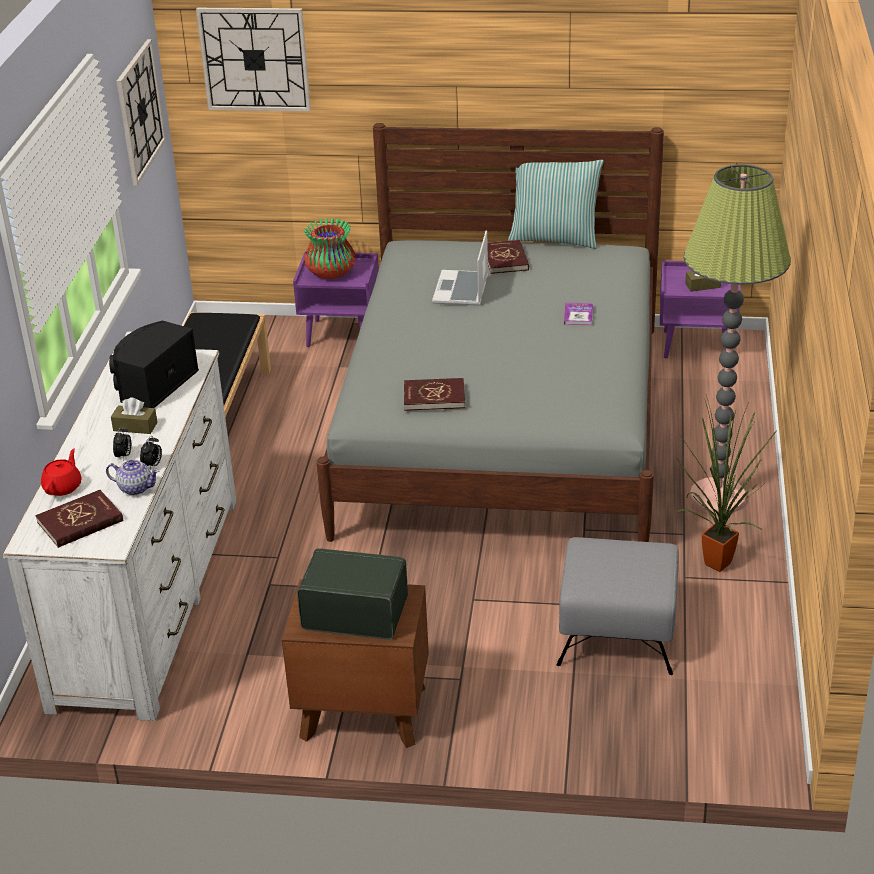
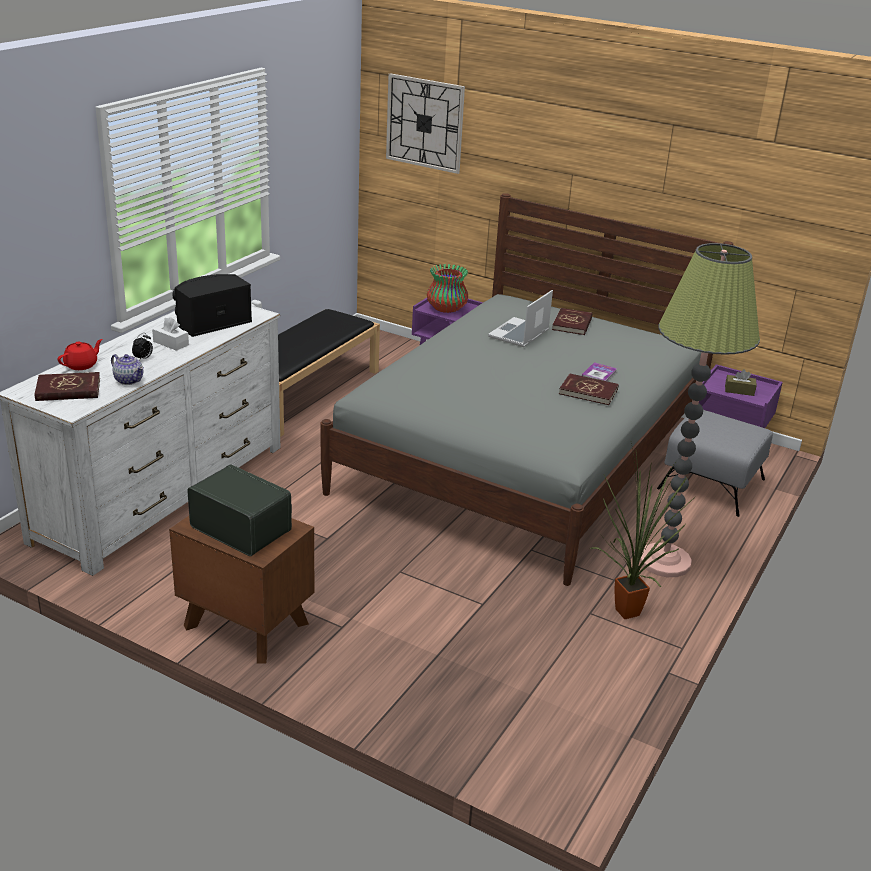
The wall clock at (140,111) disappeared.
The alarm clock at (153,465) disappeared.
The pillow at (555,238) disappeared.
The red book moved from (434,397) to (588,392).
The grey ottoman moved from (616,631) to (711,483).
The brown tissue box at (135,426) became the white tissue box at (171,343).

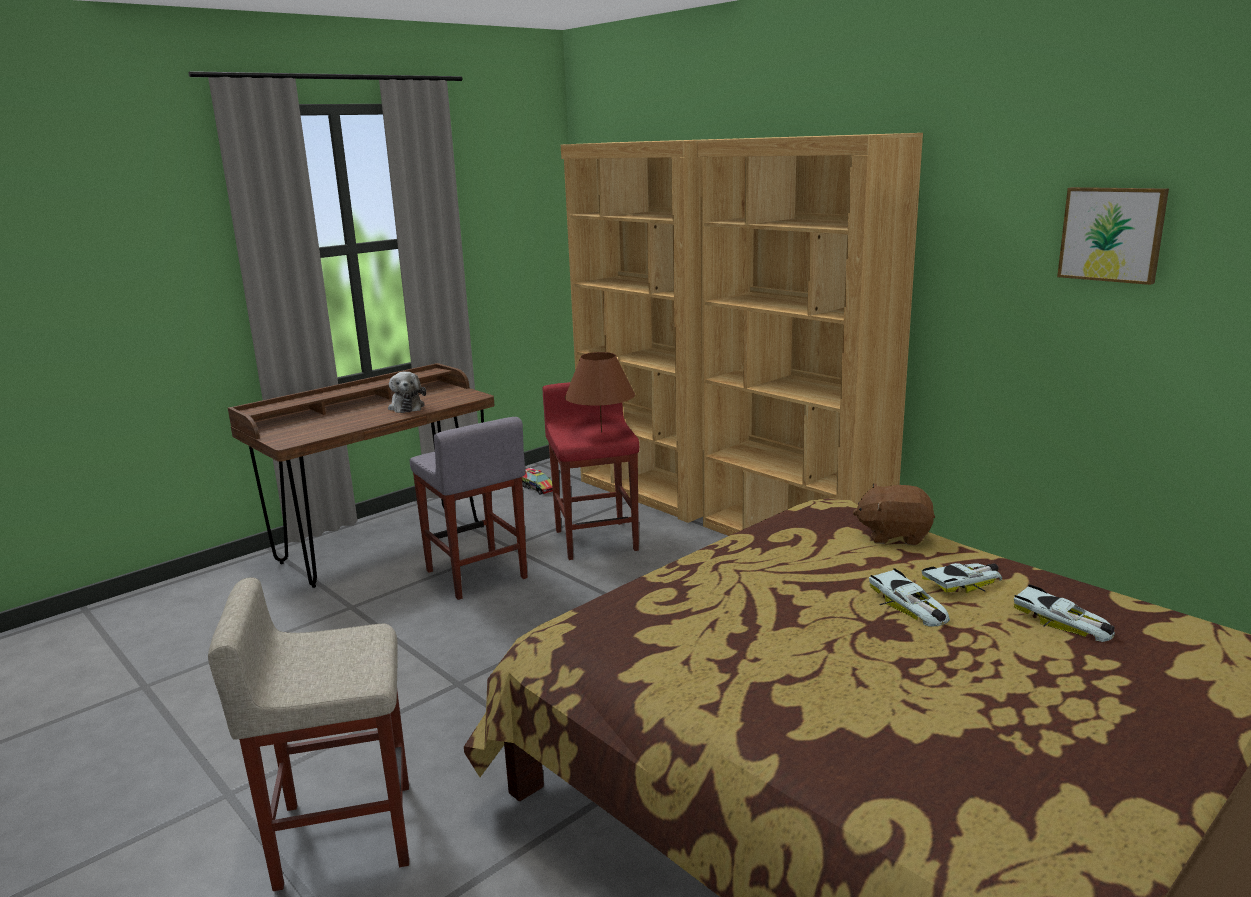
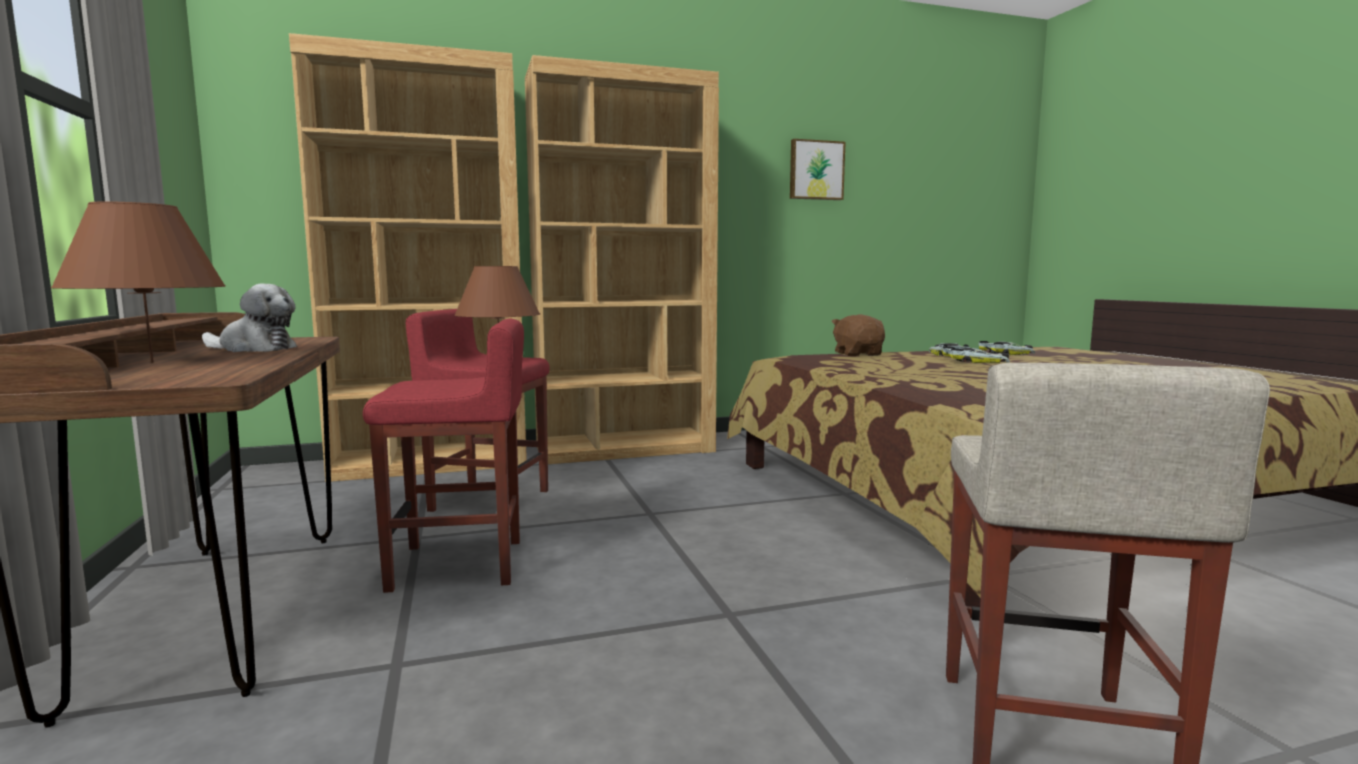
The toy truck at (537,488) disappeared.
The brown table lamp at (152,362) appeared.
The grey stool at (476,575) became the red stool at (460,565).
The brown plush toy at (894,535) turned 135 degrees clockwise.

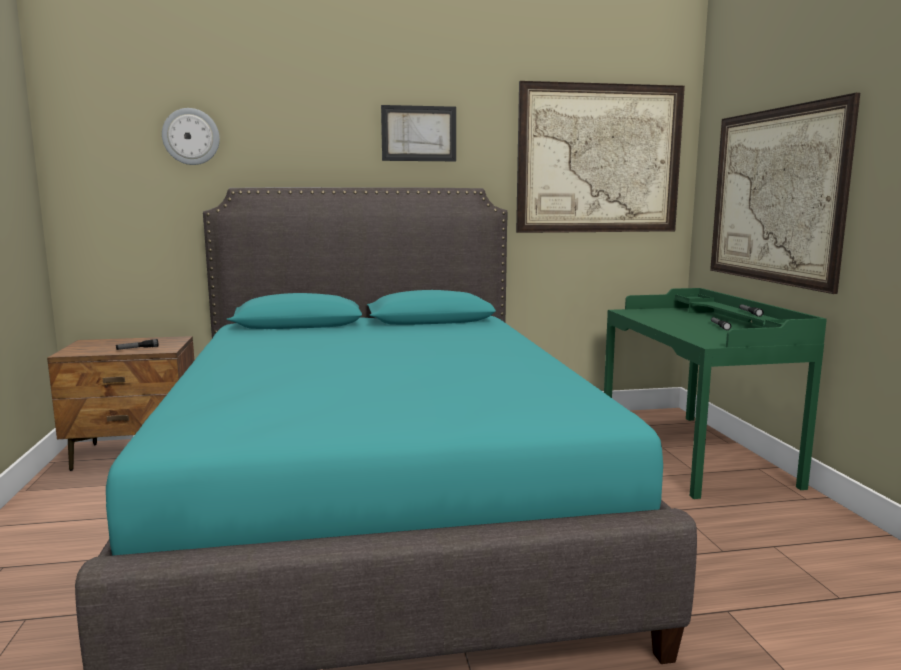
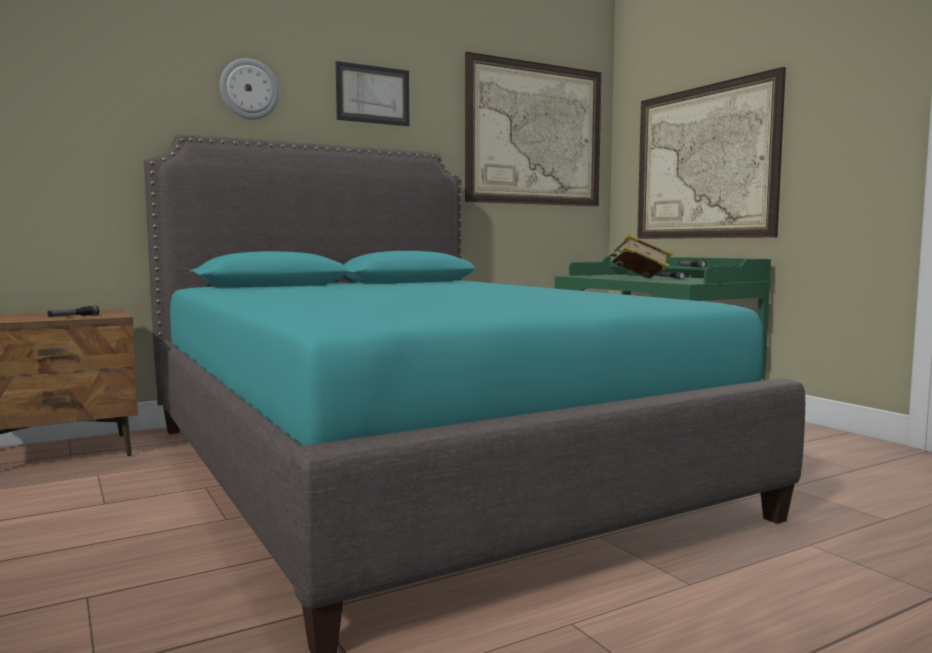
The book at (638,279) appeared.
The wall clock moved from (191,136) to (249,89).

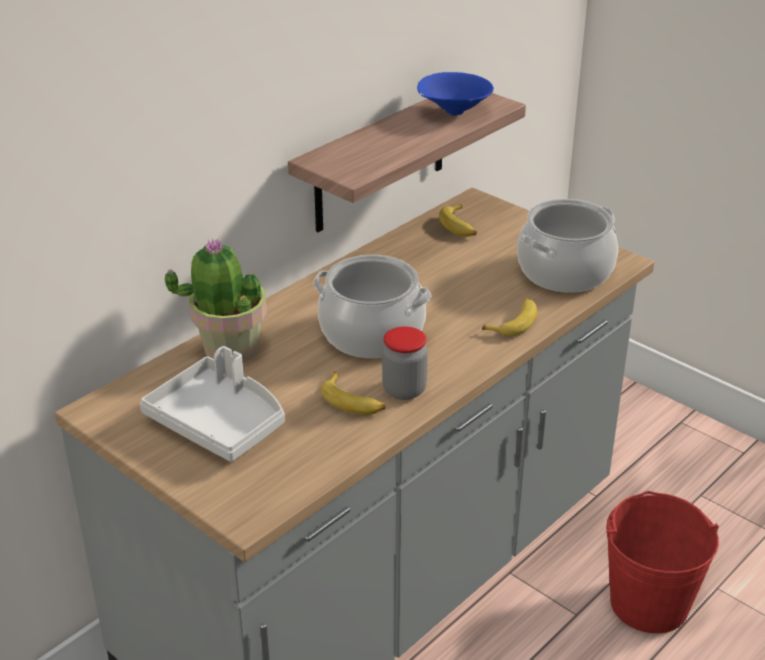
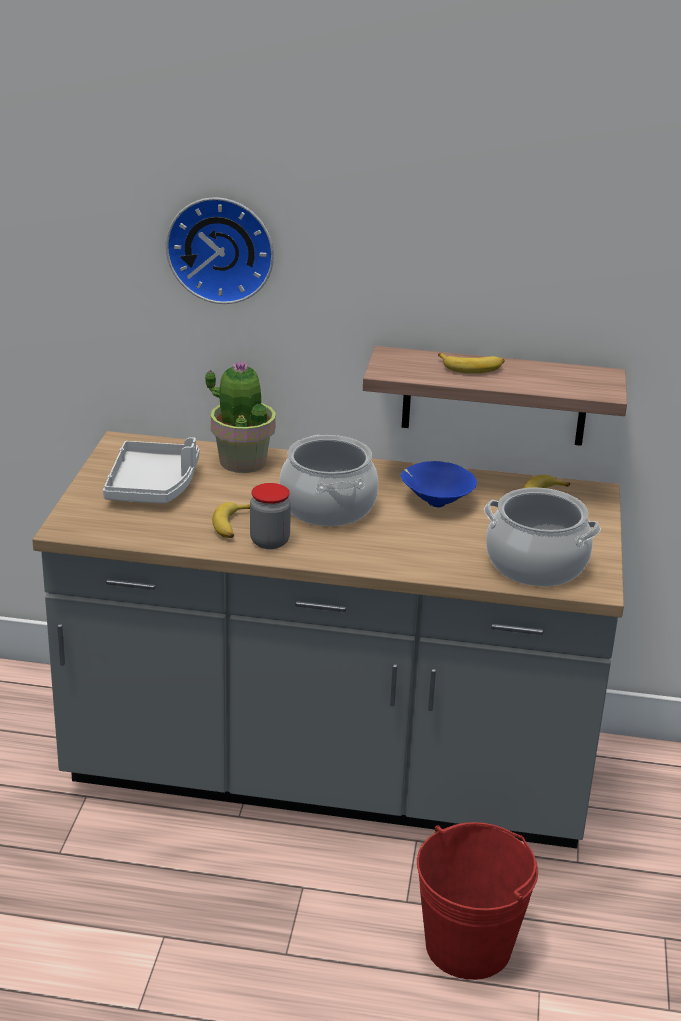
The wall clock at (221,248) appeared.
The blue bowl moved from (452,112) to (435,503).
The banana moved from (514,322) to (472,367).

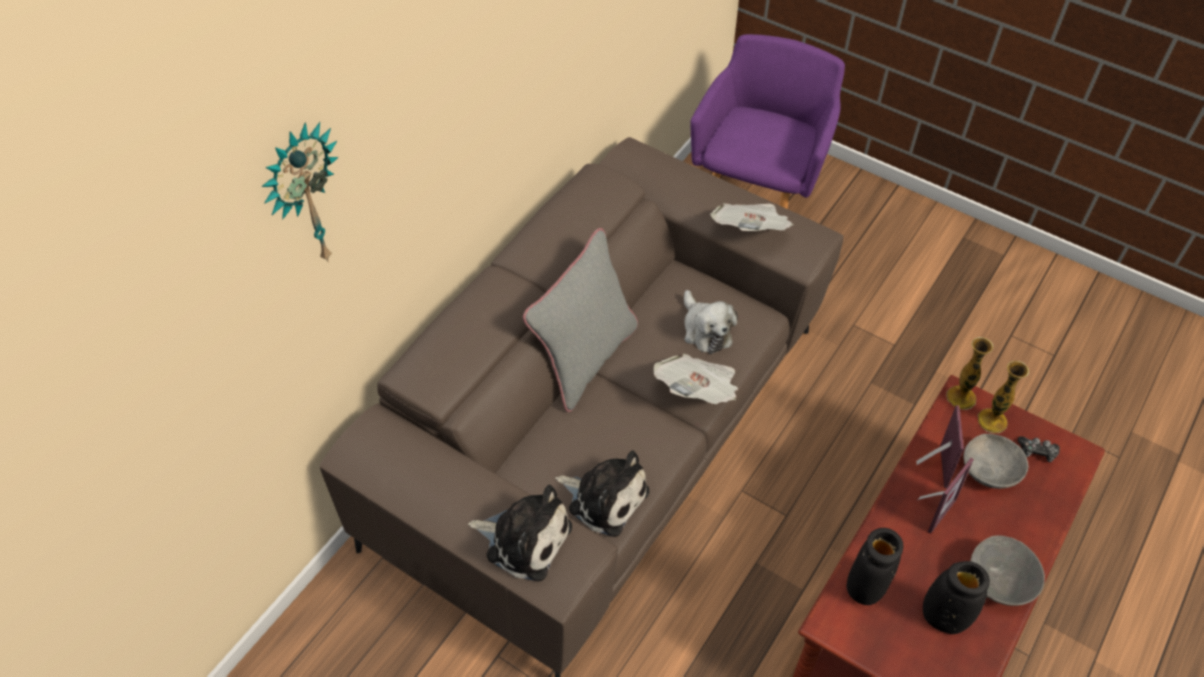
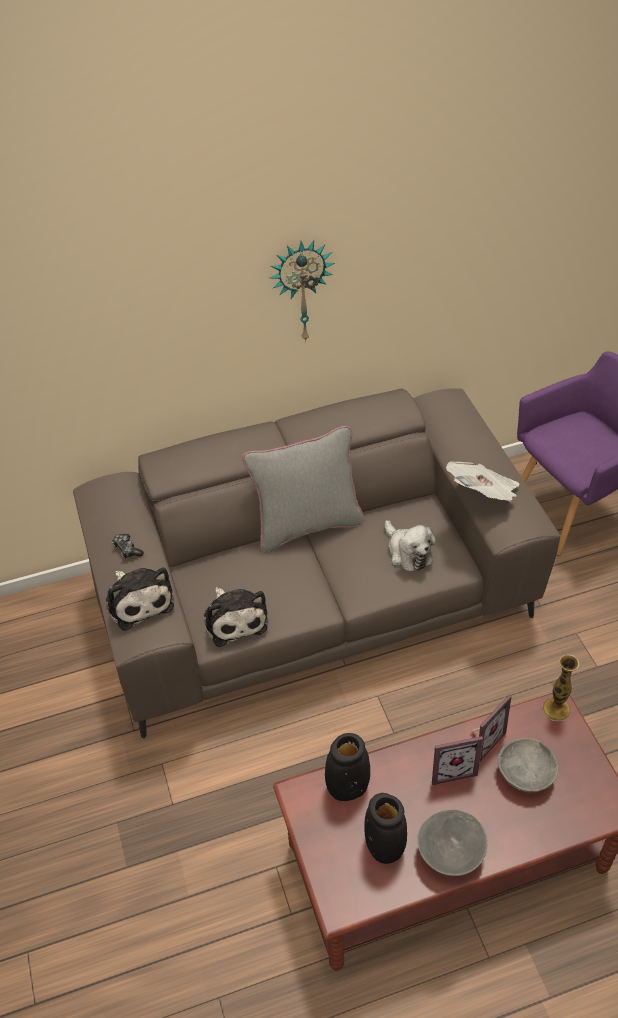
The newspaper at (698,391) disappeared.
The vase at (992,420) disappeared.
The wall clock moved from (304,197) to (301,290).
The game controller moved from (1037,452) to (127,549).
The plush toy at (705,330) turned 45 degrees counterclockwise.

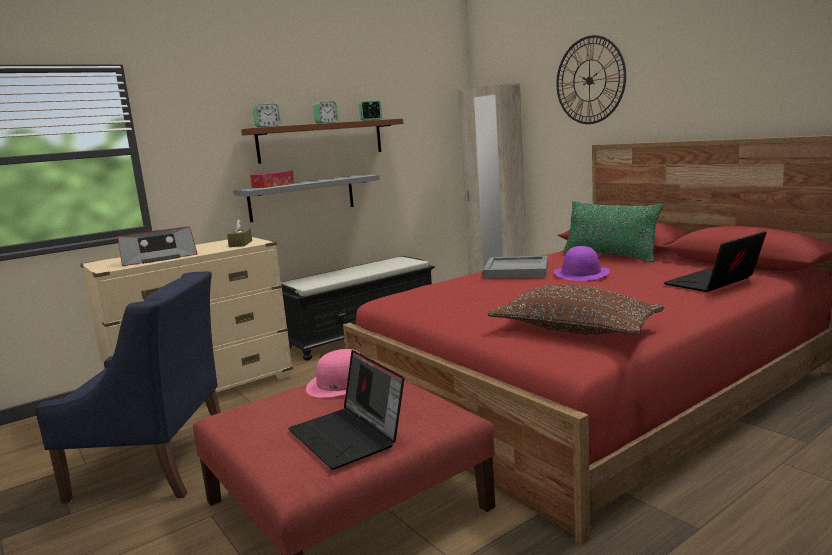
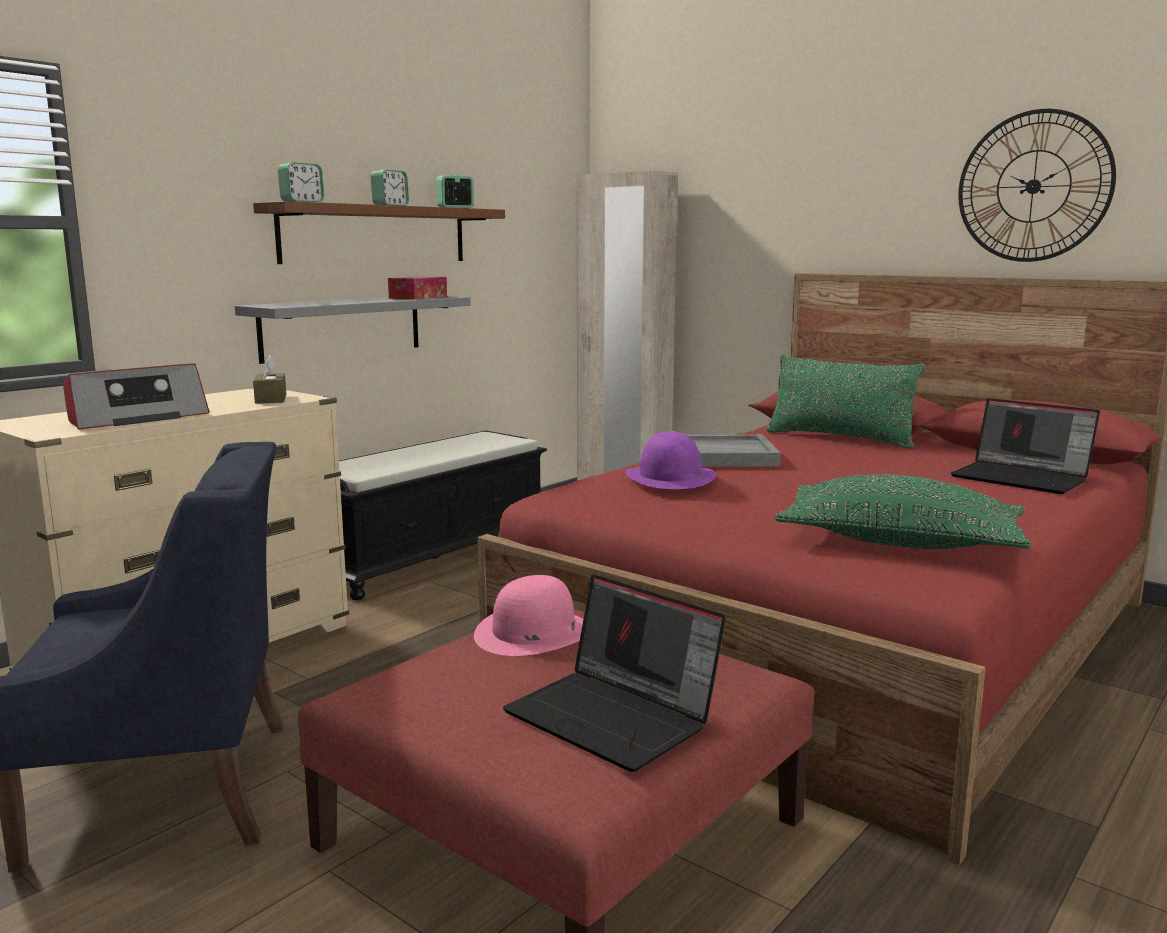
The tissue box moved from (273,185) to (418,297).
The purple hat moved from (581,273) to (670,477).
The wall clock moved from (589,80) to (1033,186).
The brown pillow at (575,330) became the green pillow at (899,543).
The laptop at (713,283) turned 90 degrees counterclockwise.

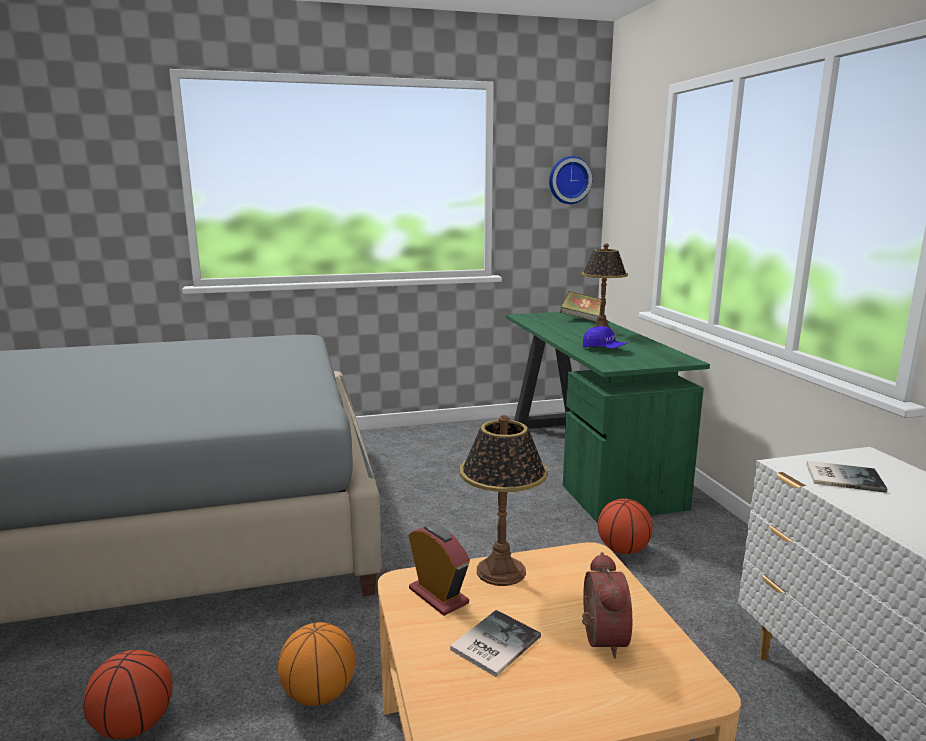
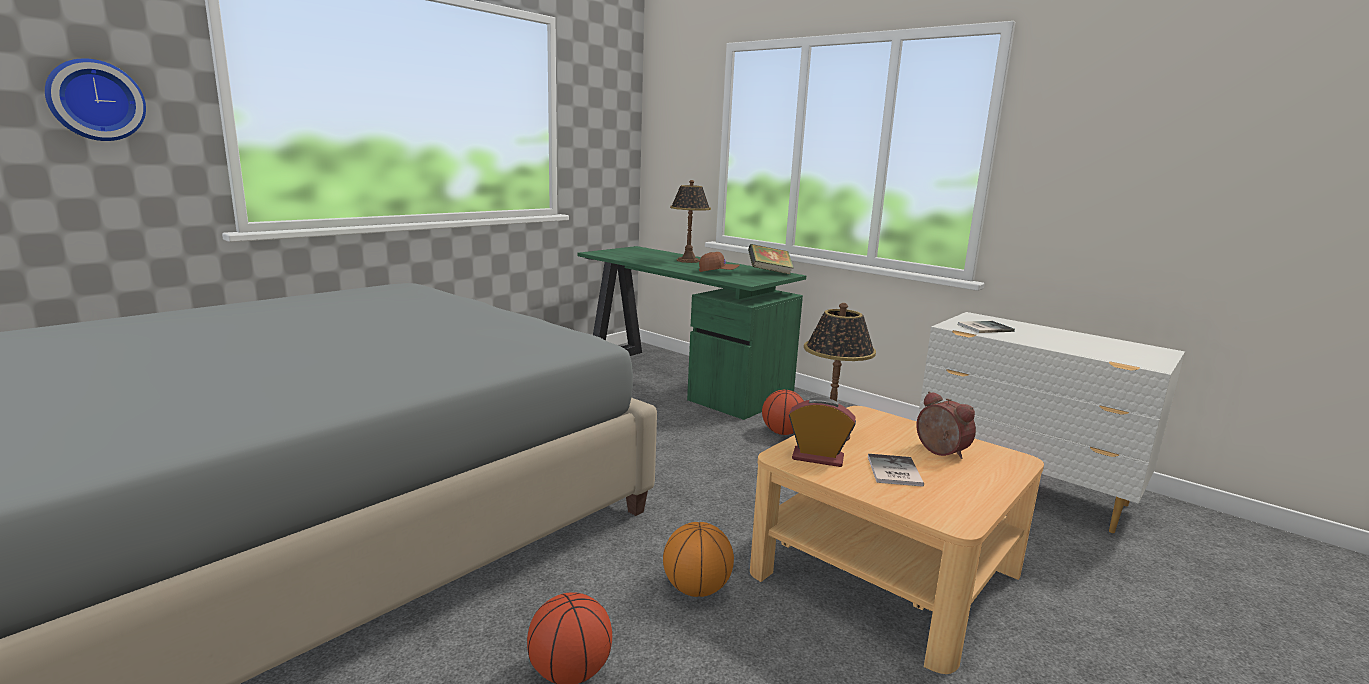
The wall clock moved from (569,180) to (95,100).
The book moved from (582,319) to (769,272).
The blue cap at (604,349) became the brown cap at (718,272).

